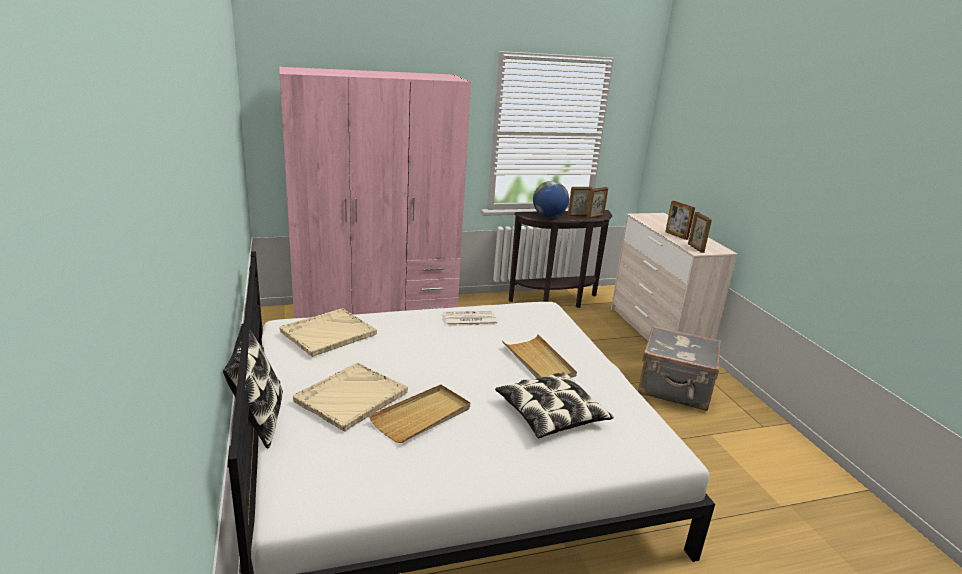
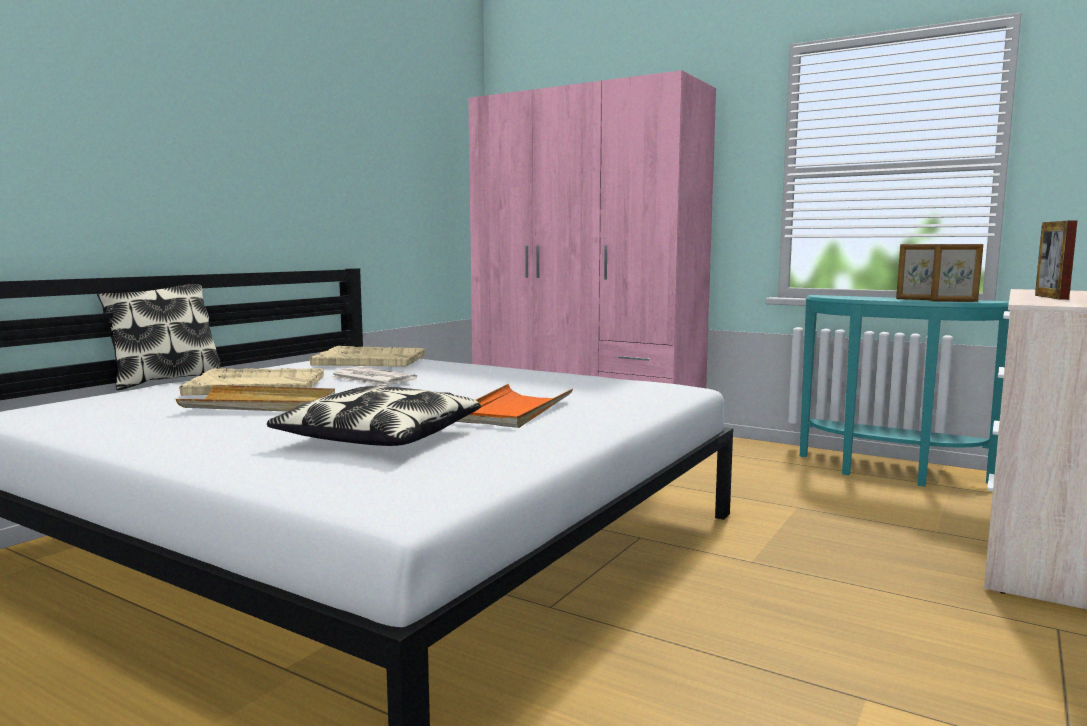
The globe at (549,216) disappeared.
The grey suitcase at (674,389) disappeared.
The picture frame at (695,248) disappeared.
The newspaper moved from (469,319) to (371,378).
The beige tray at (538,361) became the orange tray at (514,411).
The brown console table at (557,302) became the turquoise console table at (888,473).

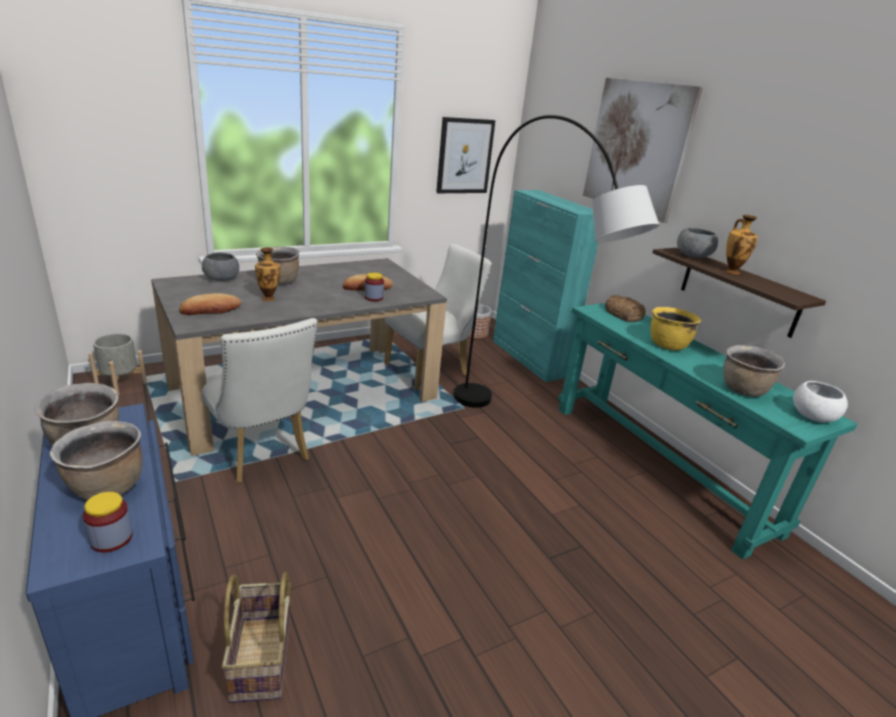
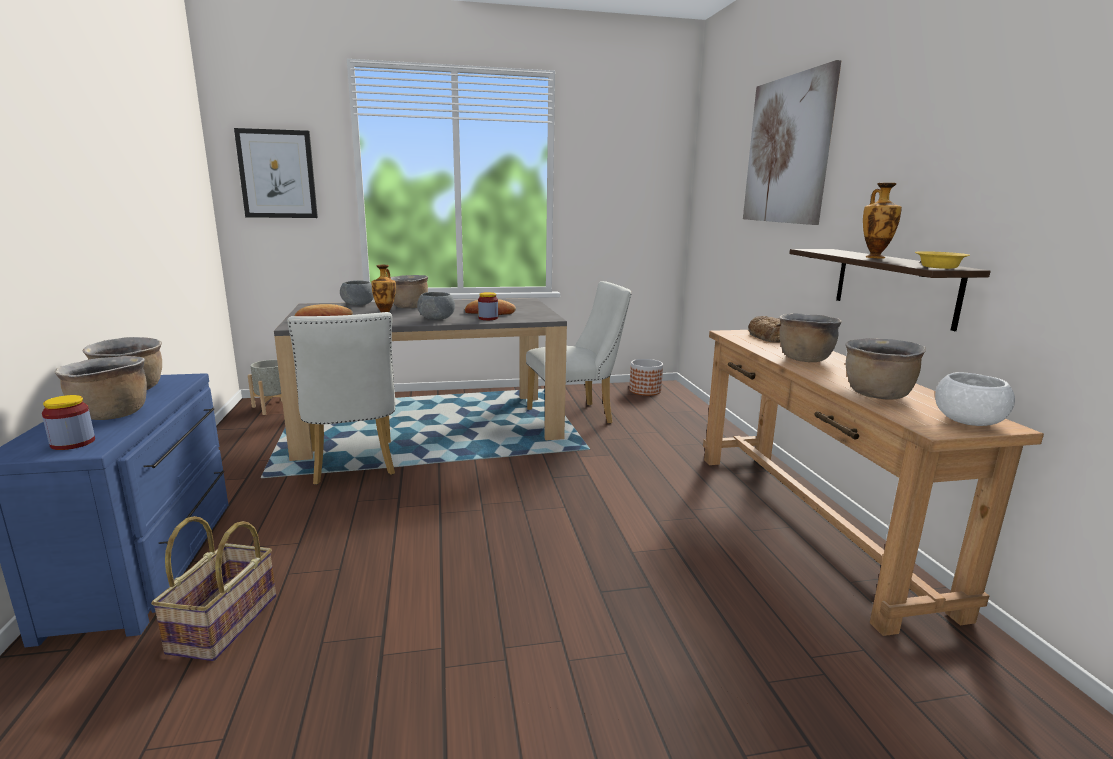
The grey floor lamp at (519,434) disappeared.
The turquoise cabinet at (529,358) disappeared.
The yellow bowl at (938,267) appeared.
The picture moved from (464,156) to (277,174).
The grey bowl moved from (693,256) to (436,319).
The turquoise console table at (657,465) became the brown console table at (808,523).
The yellow cooking pot at (667,345) became the brown cooking pot at (804,359).

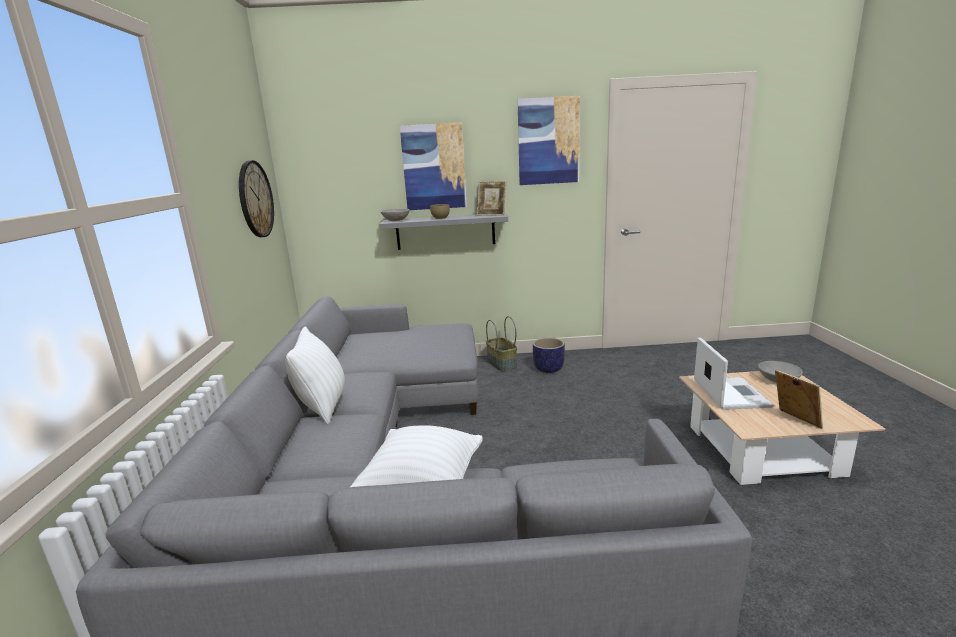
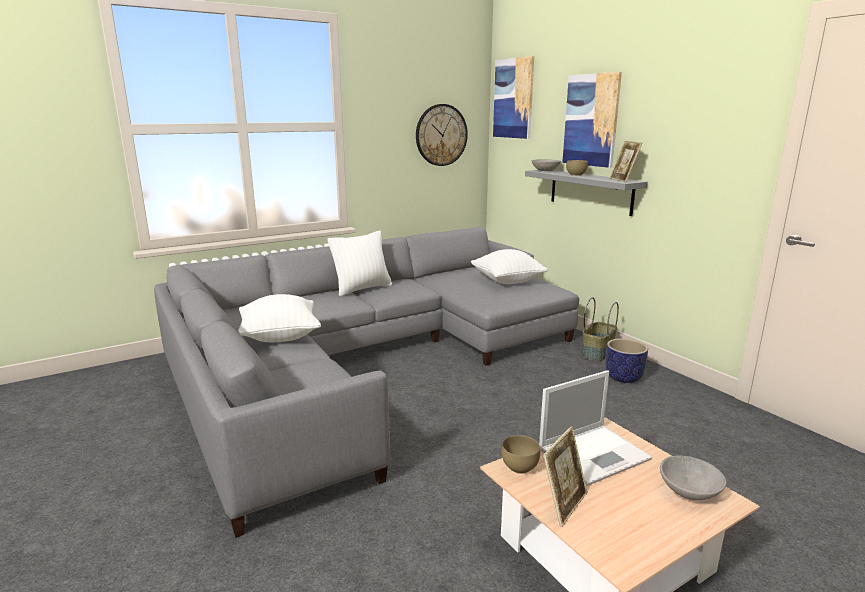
The white pillow at (507,281) appeared.
The brown bowl at (519,468) appeared.
The picture moved from (548,141) to (513,98).

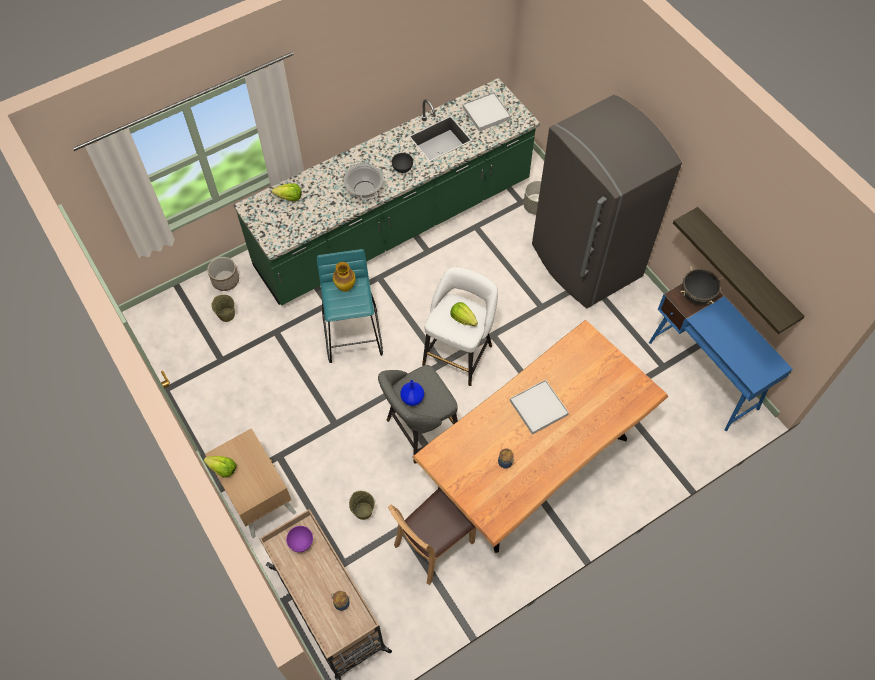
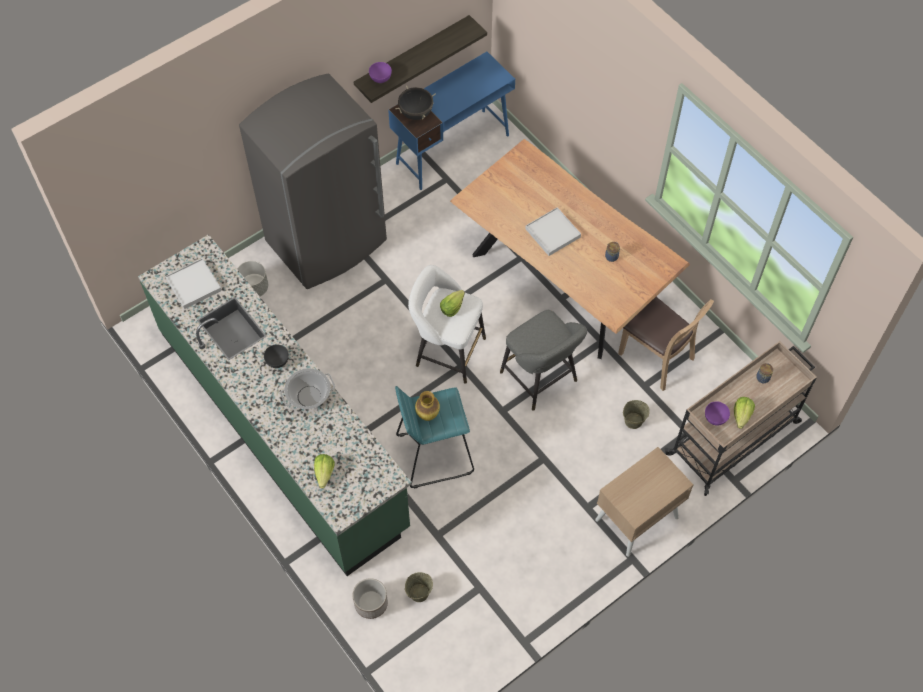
The blue vase at (412,398) disappeared.
The purple bowl at (380,78) appeared.
The lettuce moved from (222,469) to (741,415).

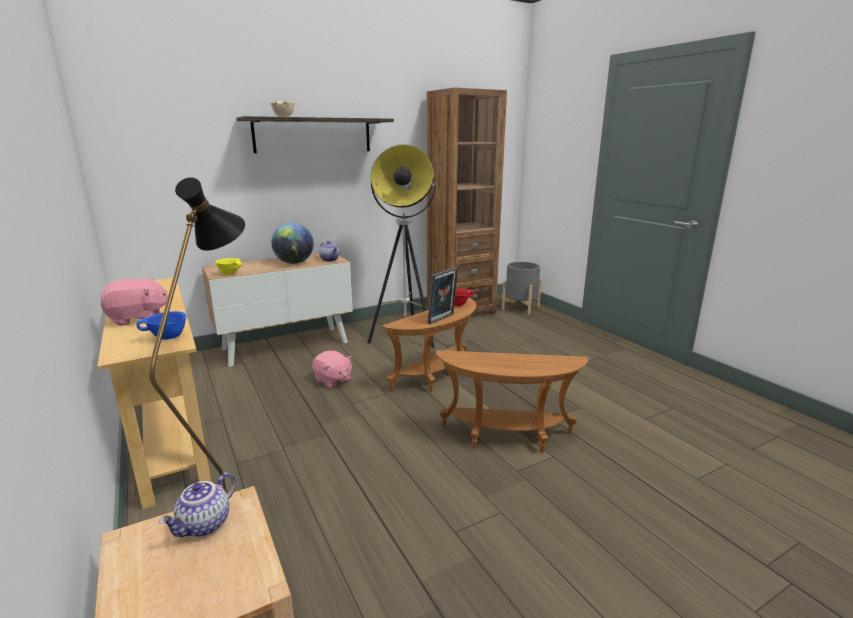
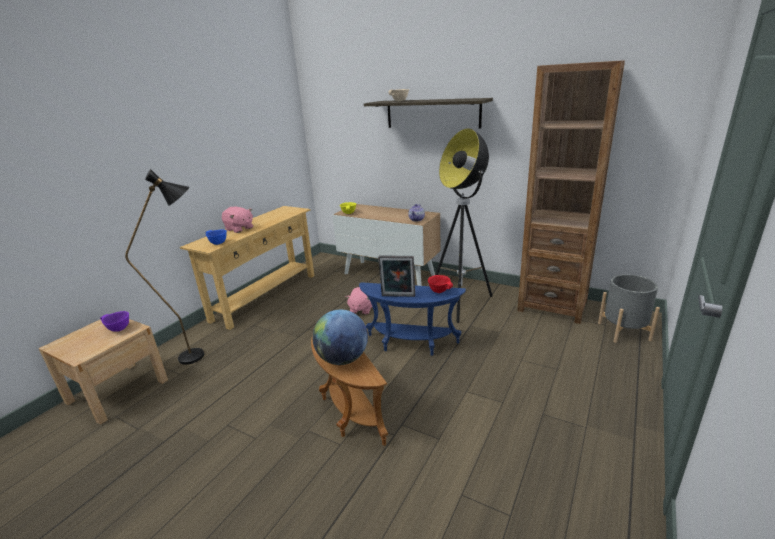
The globe moved from (294,263) to (342,359).
The teapot at (205,525) was replaced by the purple bowl at (118,329).
The brown side table at (438,377) became the blue side table at (410,345).

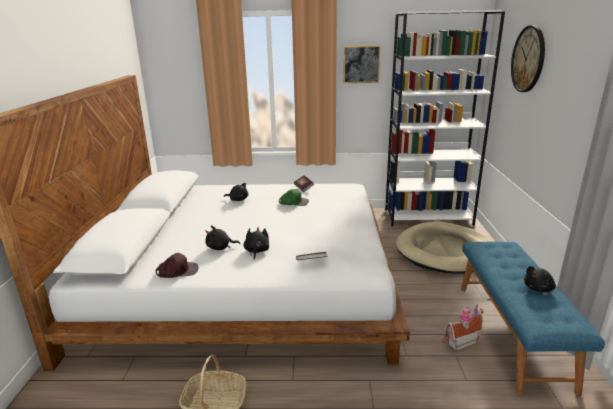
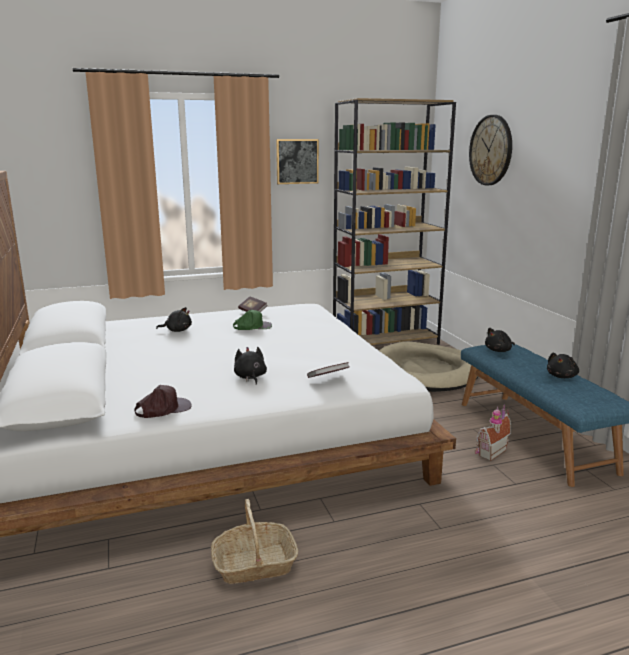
The black plush toy moved from (220,247) to (499,350).
The white bookcase at (428,217) became the brown bookcase at (385,341).

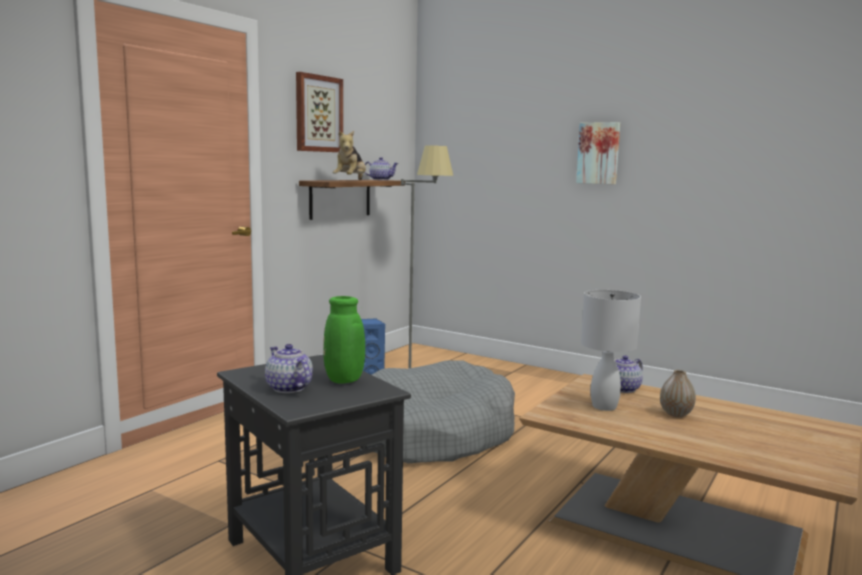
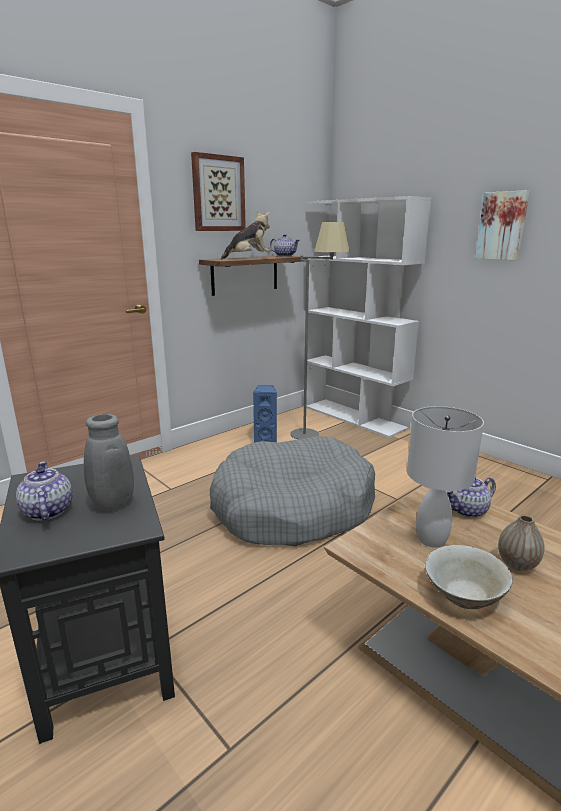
The white bookcase at (354,417) appeared.
The beige bowl at (463,595) appeared.
The green vase at (344,382) became the grey vase at (111,506).
The plush toy at (350,180) turned 150 degrees counterclockwise.

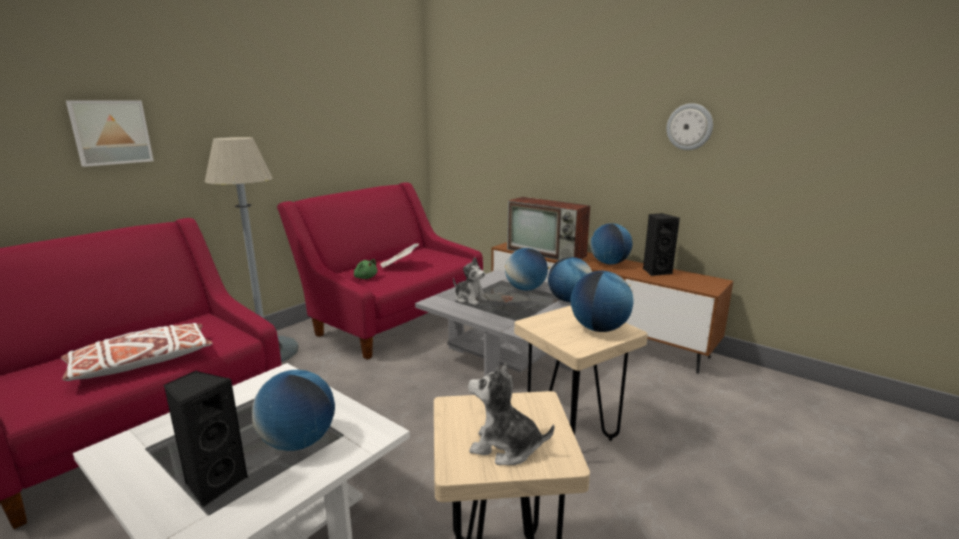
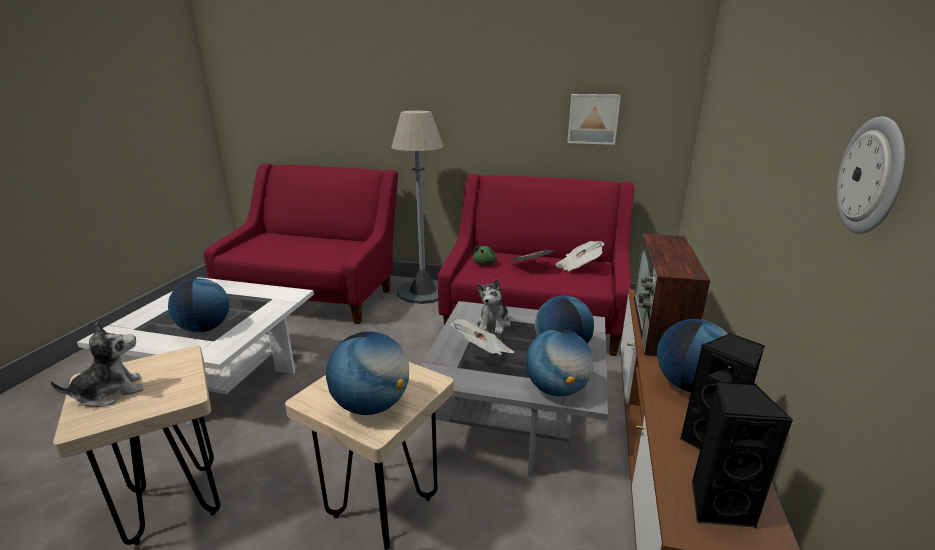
The white pillow at (142,363) disappeared.
The newspaper at (578,267) appeared.
The picture moved from (110,132) to (593,119).
The black speaker moved from (214,483) to (718,505).
The plush toy at (505,447) turned 60 degrees clockwise.

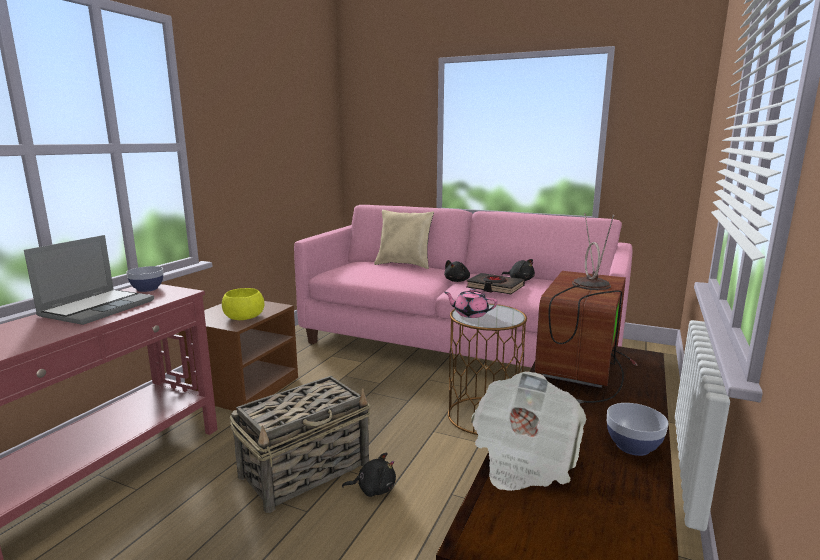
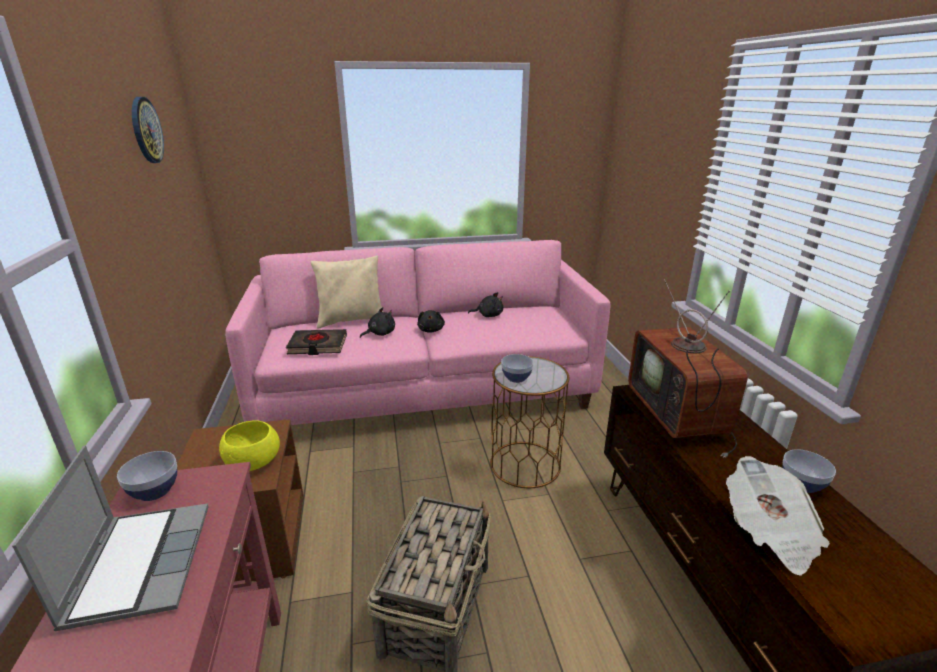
The wall clock at (146,130) appeared.
The black plush toy moved from (373,489) to (380,333).
The black book moved from (495,287) to (317,346).
The pink teapot at (470,314) was replaced by the bowl at (516,378).

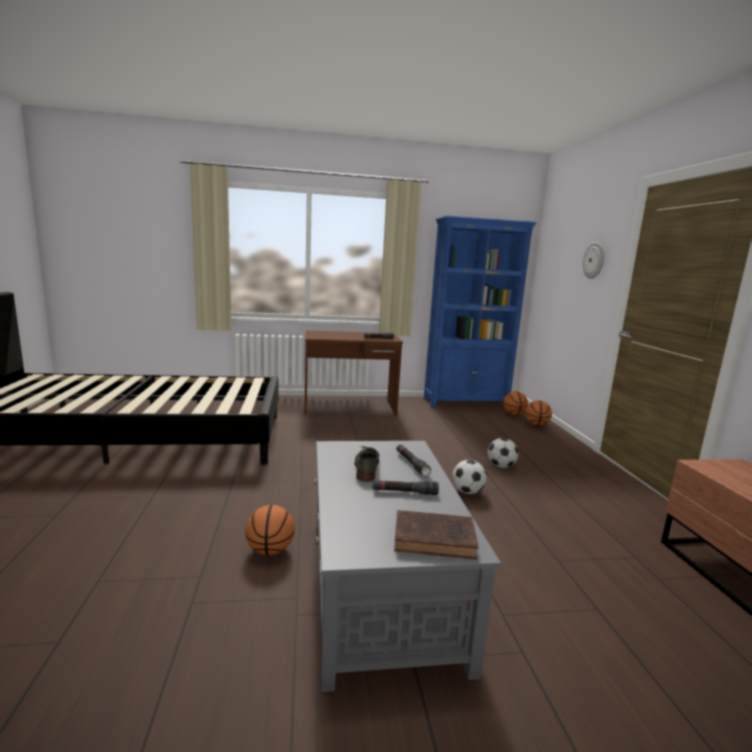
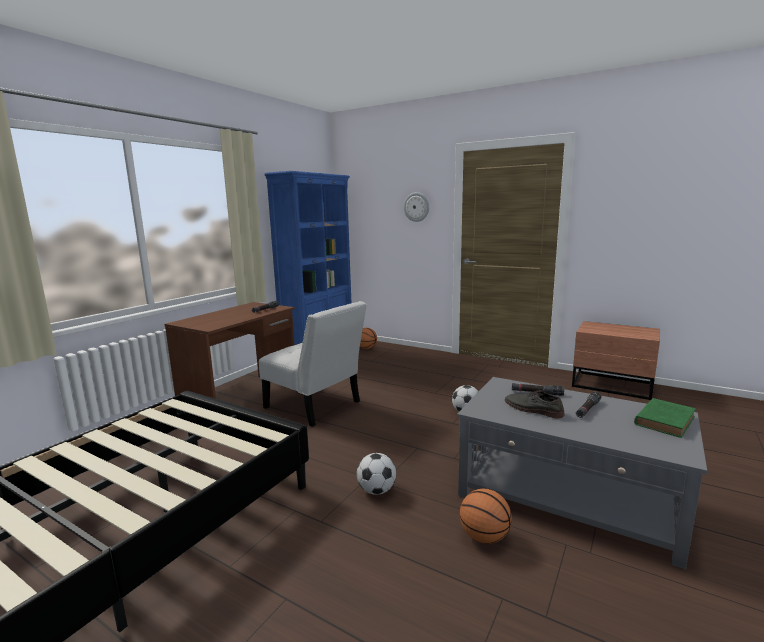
The basketball at (536,425) disappeared.
The white chair at (316,406) appeared.
The football moved from (501,466) to (376,490).
The brown book at (436,539) became the green book at (665,420).

